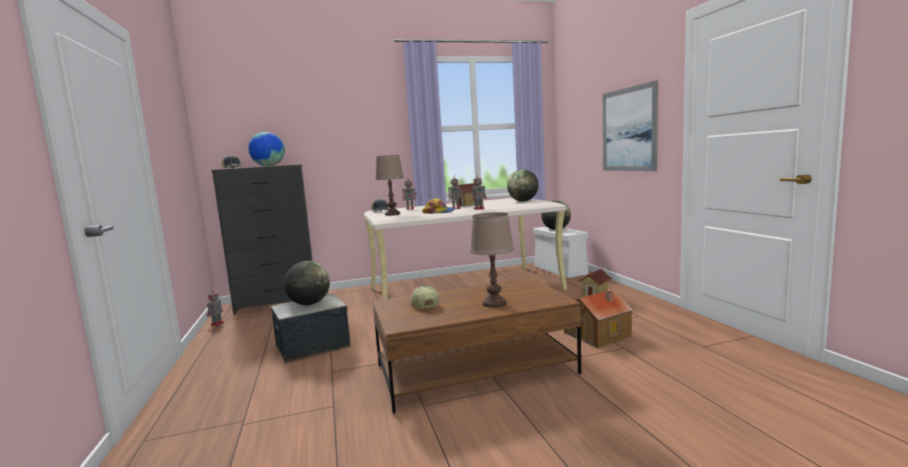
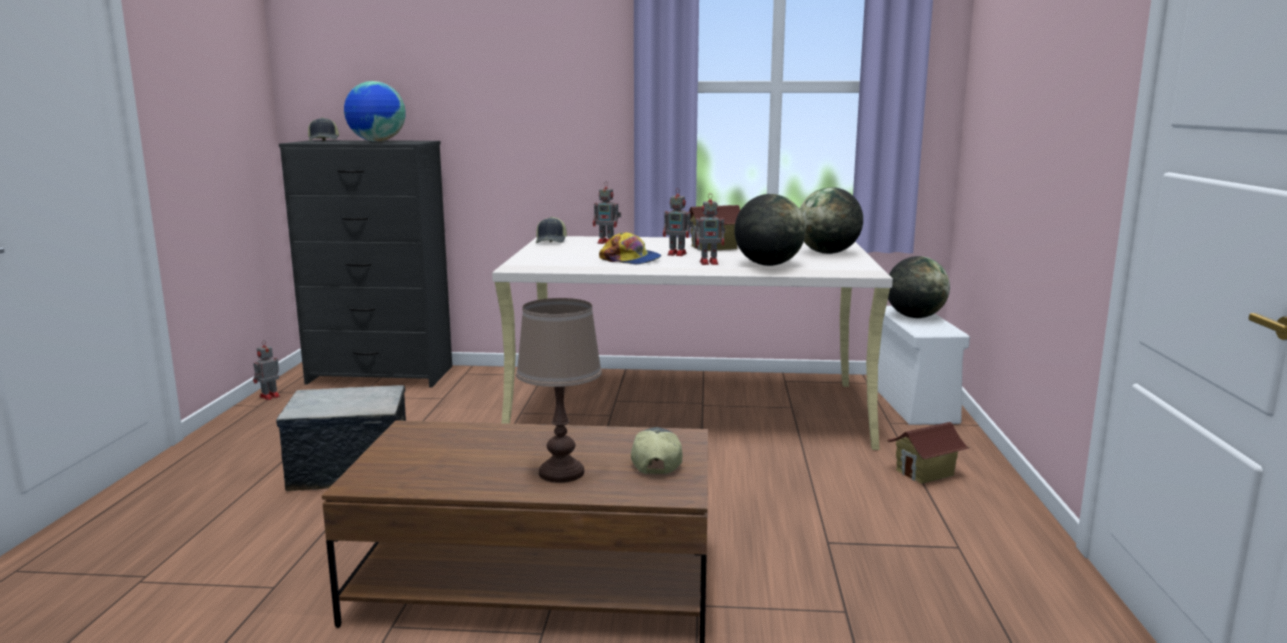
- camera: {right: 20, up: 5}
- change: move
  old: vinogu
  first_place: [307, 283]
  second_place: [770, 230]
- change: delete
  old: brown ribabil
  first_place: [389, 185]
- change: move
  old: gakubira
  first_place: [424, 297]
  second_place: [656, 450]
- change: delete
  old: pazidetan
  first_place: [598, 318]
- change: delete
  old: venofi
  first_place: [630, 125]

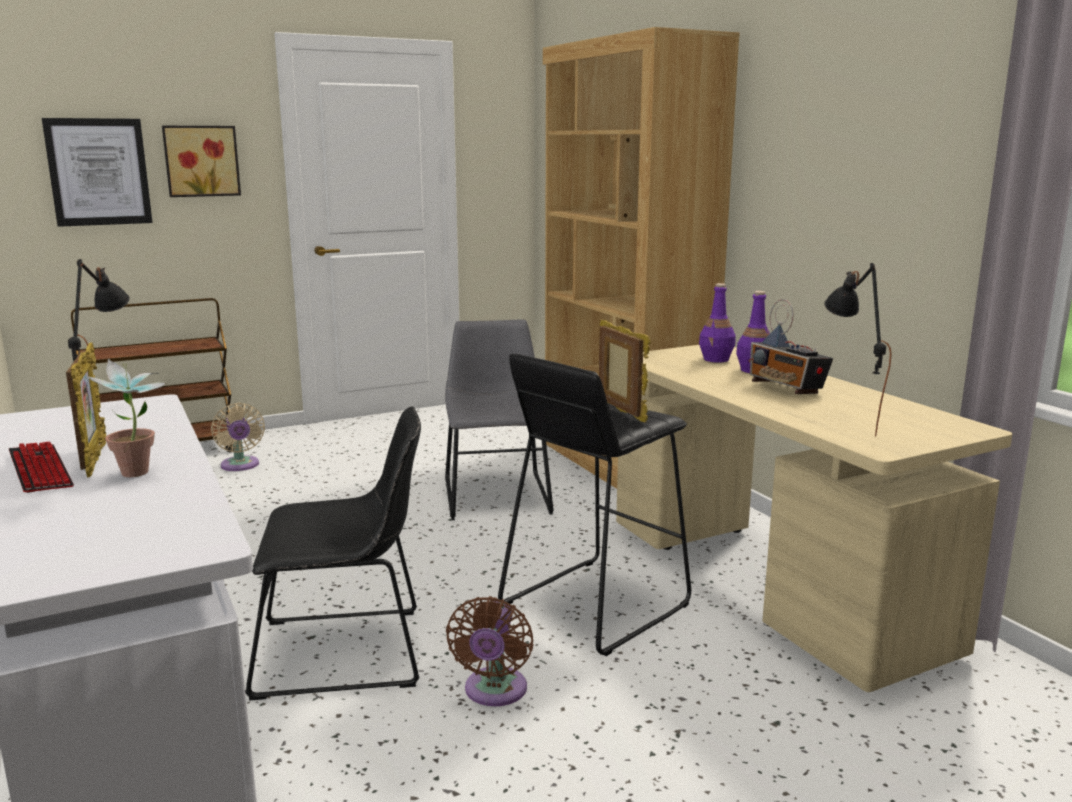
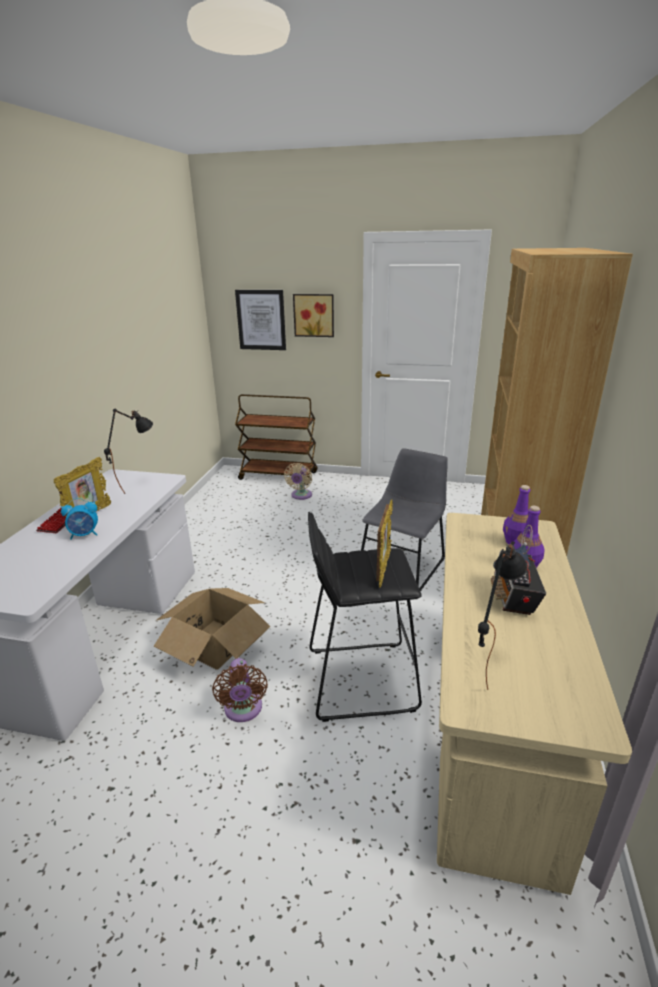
- camera: {right: 40, up: 10}
- change: replace
  old: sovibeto
  new: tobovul
  first_place: [126, 418]
  second_place: [79, 519]
- change: replace
  old: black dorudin
  new: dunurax
  first_place: [333, 553]
  second_place: [212, 629]
- change: rotate
  old: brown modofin
  first_place: [490, 651]
  second_place: [240, 690]
  degrees: -60

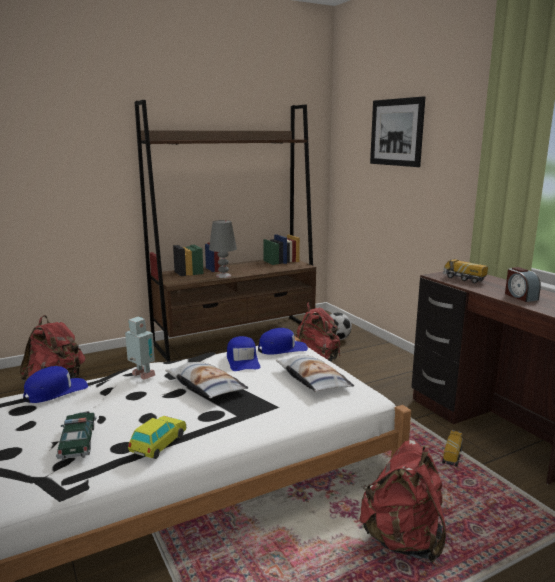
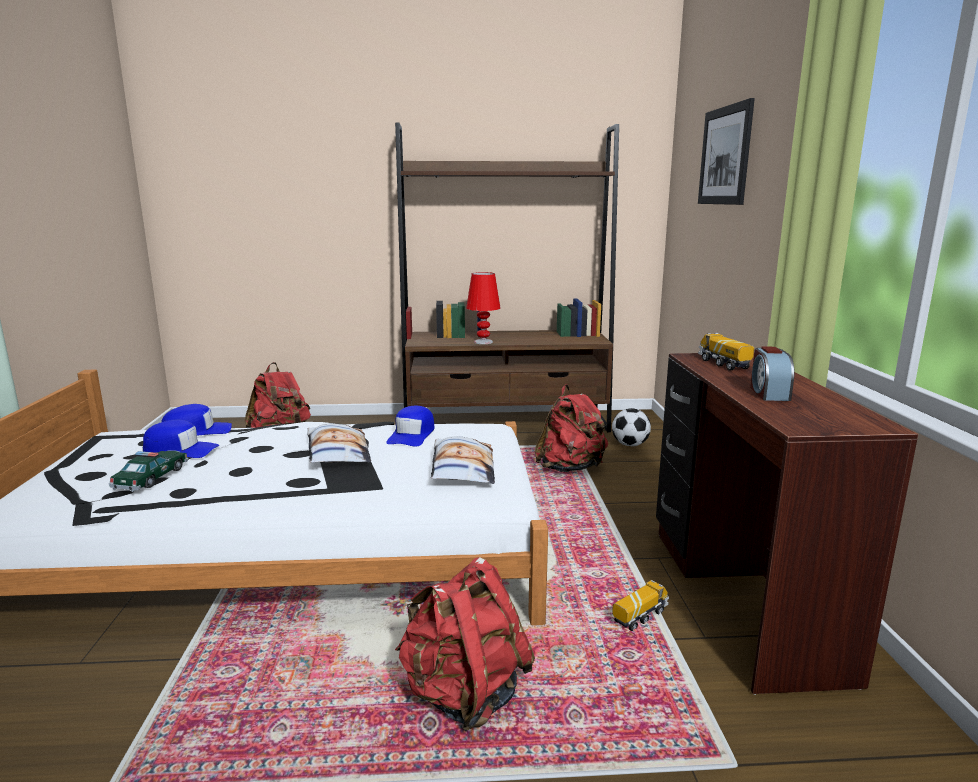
- camera: {right: 25, up: 0}
- change: delete
  old: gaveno
  first_place: [140, 348]
- change: delete
  old: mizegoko
  first_place: [157, 437]
- change: recolor
  old: grey ribabil
  new: red ribabil
  first_place: [223, 249]
  second_place: [483, 308]
- change: move
  old: blue gakubira
  first_place: [283, 341]
  second_place: [181, 439]

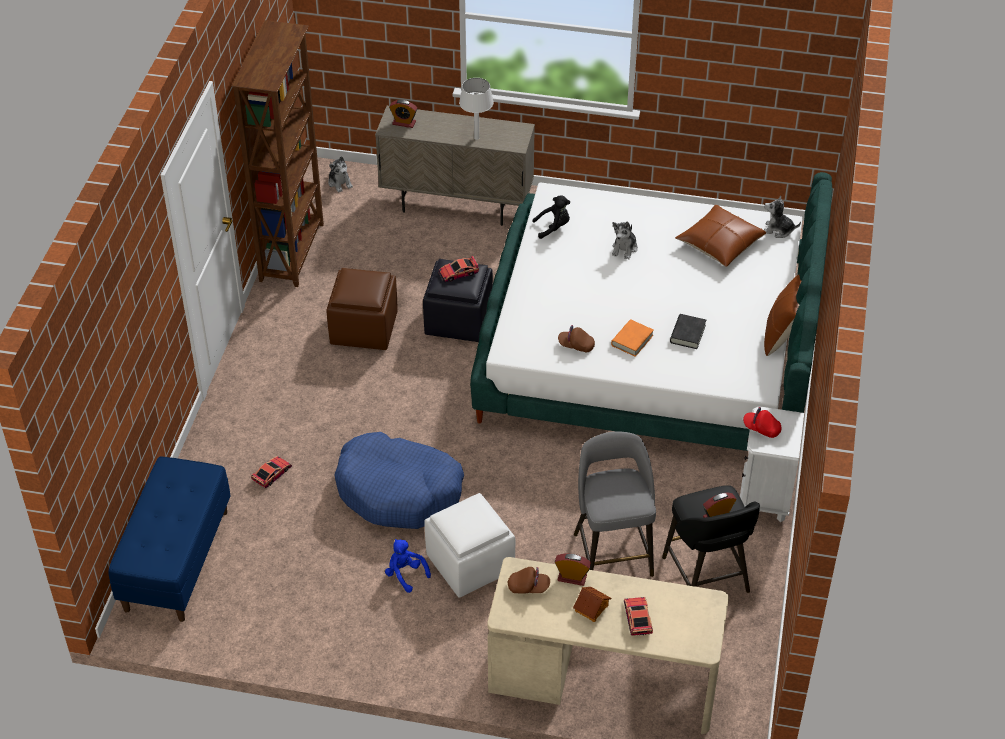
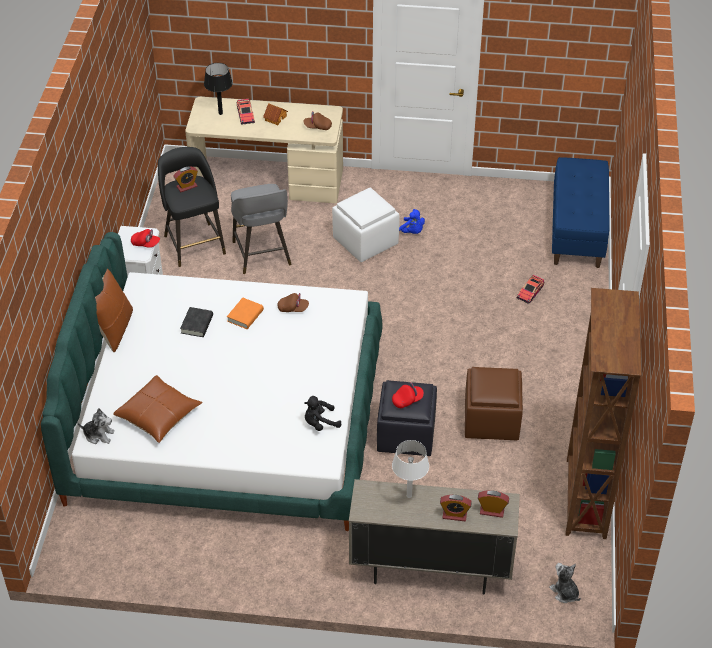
- camera: {right: 175, up: 0}
- change: delete
  old: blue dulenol
  first_place: [399, 480]
- change: replace
  old: mizegoko
  new: red gakubira
  first_place: [458, 269]
  second_place: [408, 395]
- change: move
  old: tobovul
  first_place: [573, 569]
  second_place: [456, 508]
- change: delete
  old: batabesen
  first_place: [625, 240]
- change: insert
  new: black ribabil
  second_place: [218, 89]

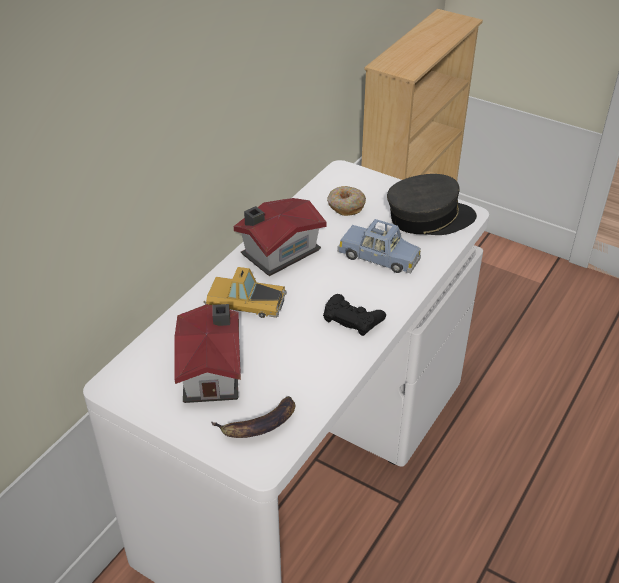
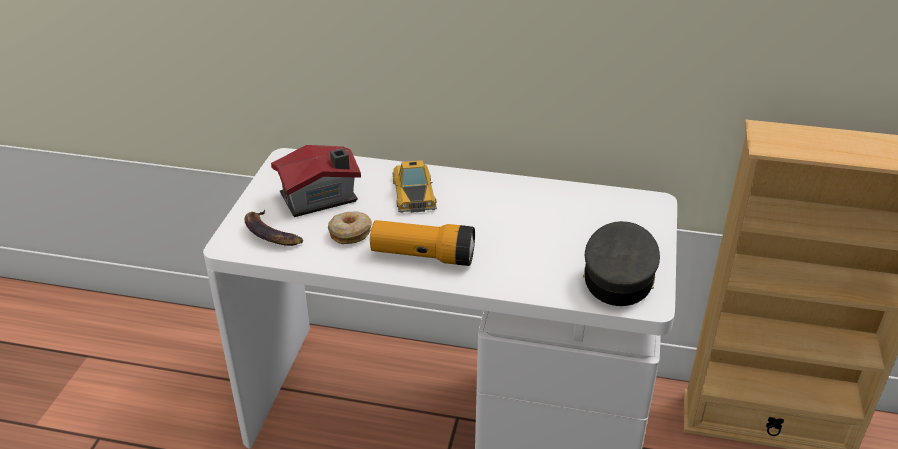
- camera: {right: 70, up: -5}
- change: delete
  old: pazidetan
  first_place: [280, 237]
- change: replace
  old: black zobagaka
  new: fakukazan
  first_place: [354, 315]
  second_place: [422, 243]
- change: move
  old: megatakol
  first_place: [346, 201]
  second_place: [350, 227]
- change: delete
  old: blue mizegoko
  first_place: [379, 246]
- change: rotate
  old: grey gakubira
  first_place: [432, 204]
  second_place: [621, 263]
  degrees: -135

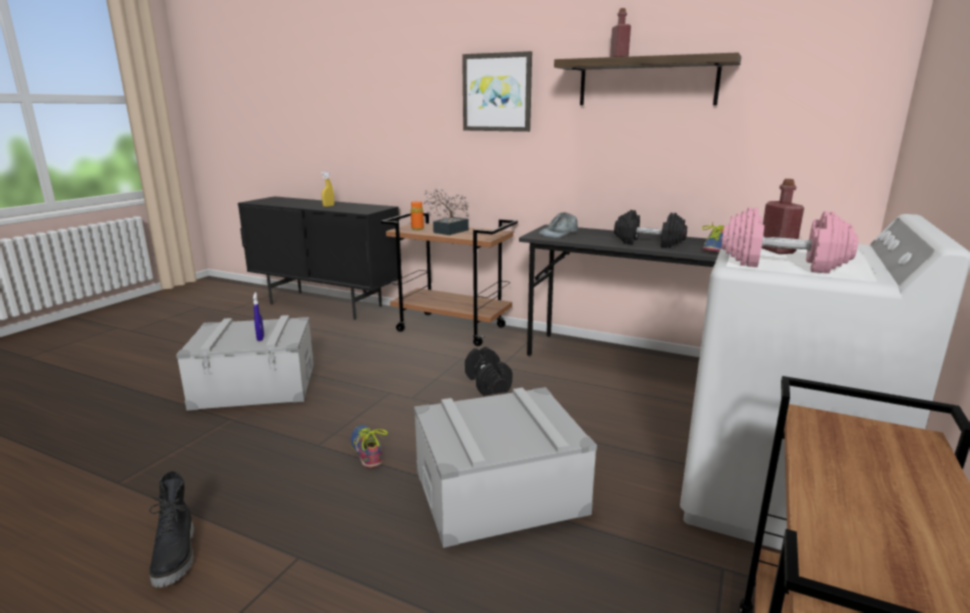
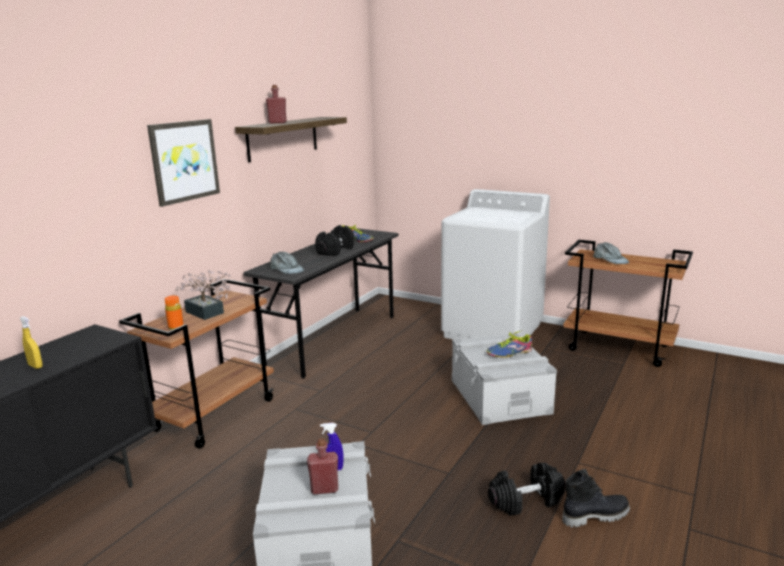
- camera: {right: -85, up: 0}
- change: move
  old: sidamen
  first_place: [369, 446]
  second_place: [509, 343]
- change: move
  old: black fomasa
  first_place: [488, 371]
  second_place: [526, 489]
- change: delete
  old: pink fomasa
  first_place: [789, 240]
- change: move
  old: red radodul
  first_place: [782, 216]
  second_place: [322, 466]
- change: insert
  new: grey gakubira
  second_place: [611, 253]

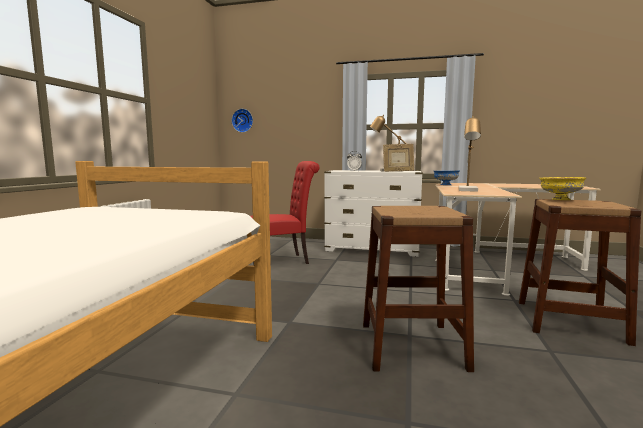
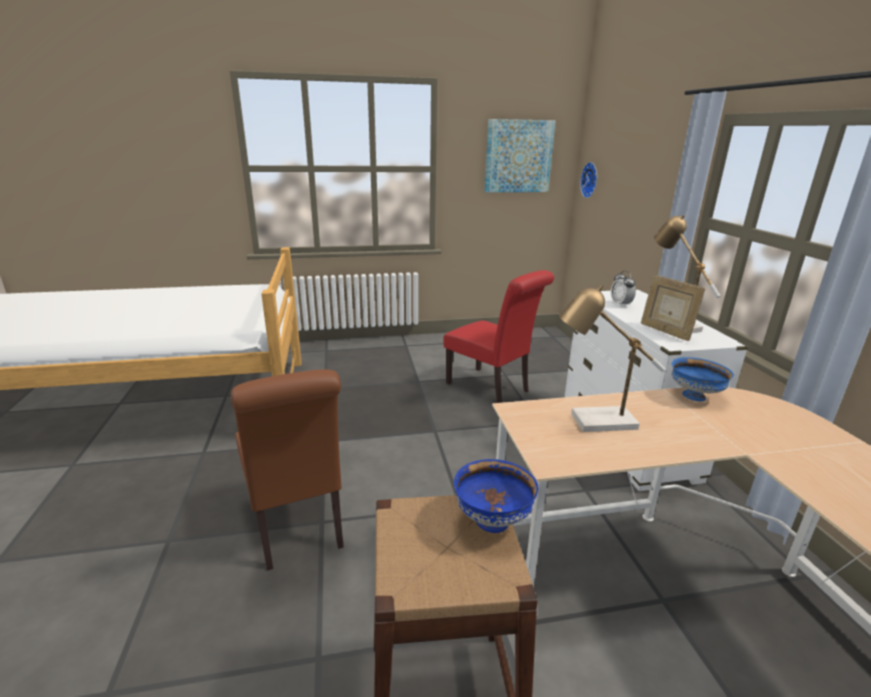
- camera: {right: 65, up: 15}
- change: replace
  old: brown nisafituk
  new: brown dorudin
  first_place: [418, 289]
  second_place: [287, 470]
- change: recolor
  old: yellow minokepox
  new: blue minokepox
  first_place: [563, 188]
  second_place: [496, 496]
- change: insert
  new: venofi
  second_place: [519, 155]

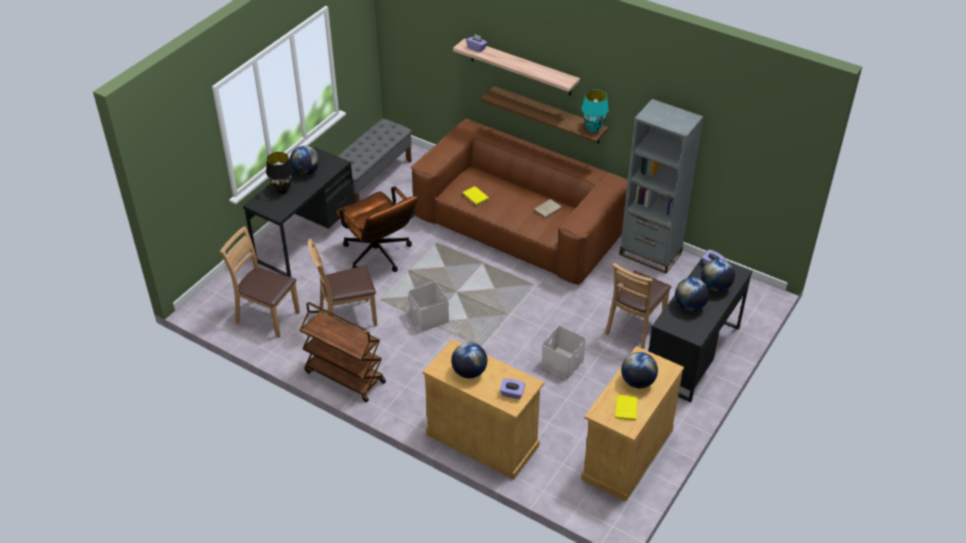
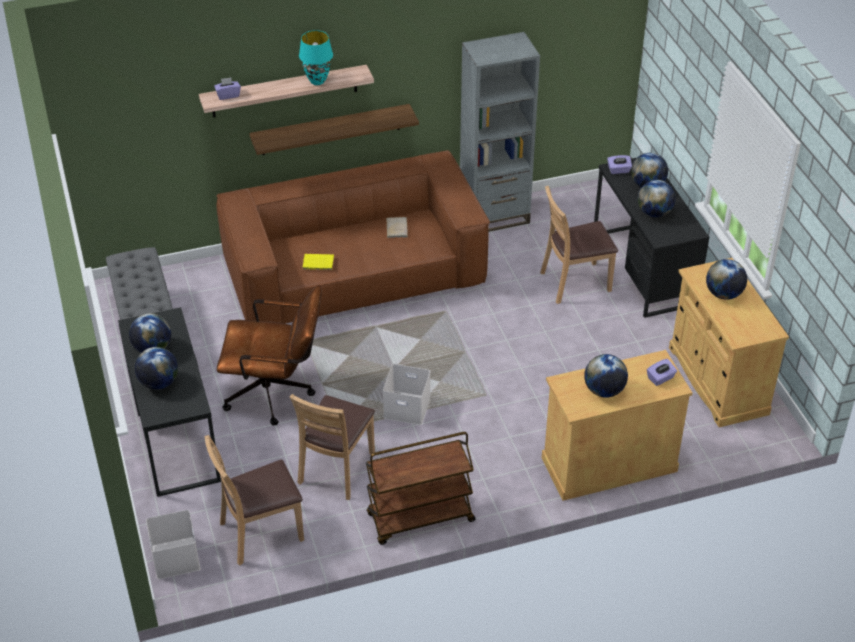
- camera: {right: -50, up: 0}
- change: replace
  old: black ribabil
  new: vinogu
  first_place: [279, 173]
  second_place: [156, 368]
- change: move
  old: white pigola
  first_place: [563, 353]
  second_place: [173, 544]
- change: move
  old: turquoise ribabil
  first_place: [595, 111]
  second_place: [316, 57]
- change: rotate
  old: brown dorudin
  first_place: [638, 306]
  second_place: [579, 245]
  degrees: 90
- change: delete
  old: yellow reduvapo
  first_place: [626, 407]

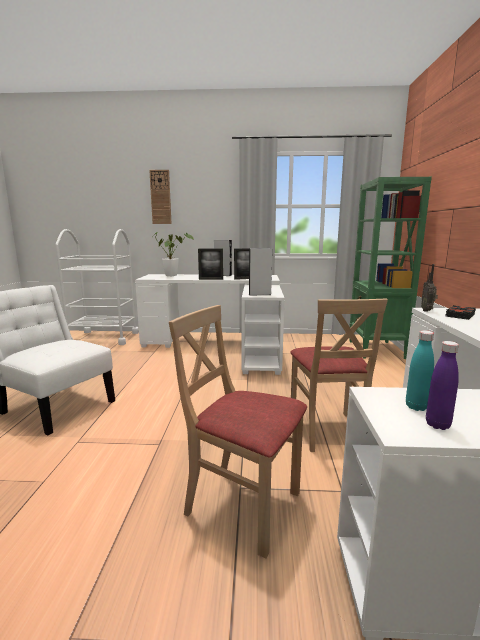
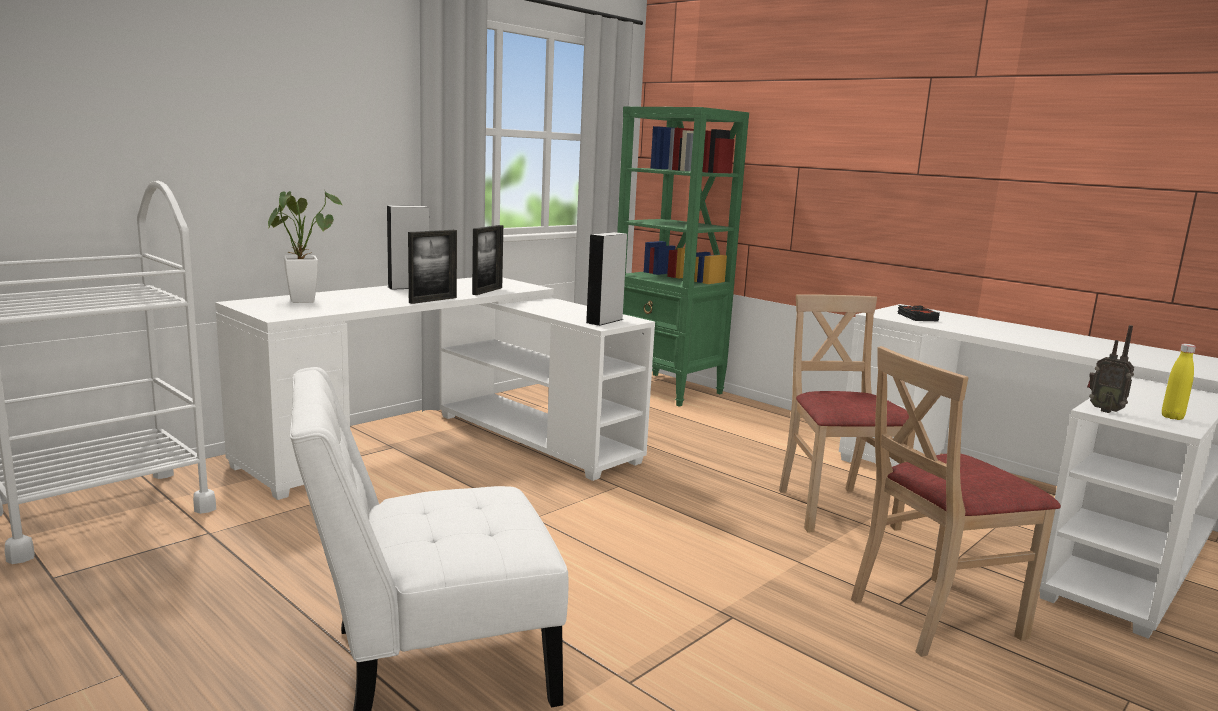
- camera: {right: -50, up: 0}
- change: delete
  old: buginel
  first_place: [160, 197]
- change: rotate
  old: beige dorudin
  first_place: [339, 375]
  second_place: [847, 413]
  degrees: -135
- change: delete
  old: turquoise radodul
  first_place: [420, 370]
- change: move
  old: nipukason
  first_place: [429, 288]
  second_place: [1110, 369]
- change: recolor
  old: purple radodul
  new: yellow radodul
  first_place: [442, 385]
  second_place: [1179, 382]

